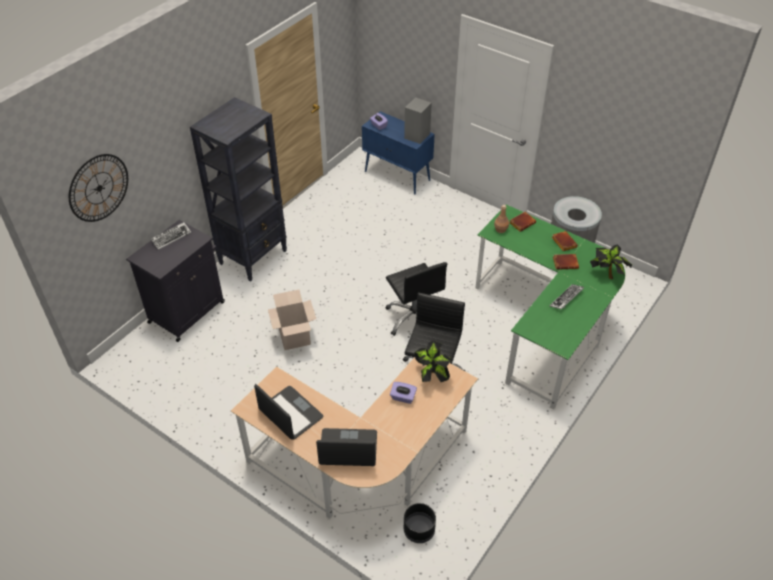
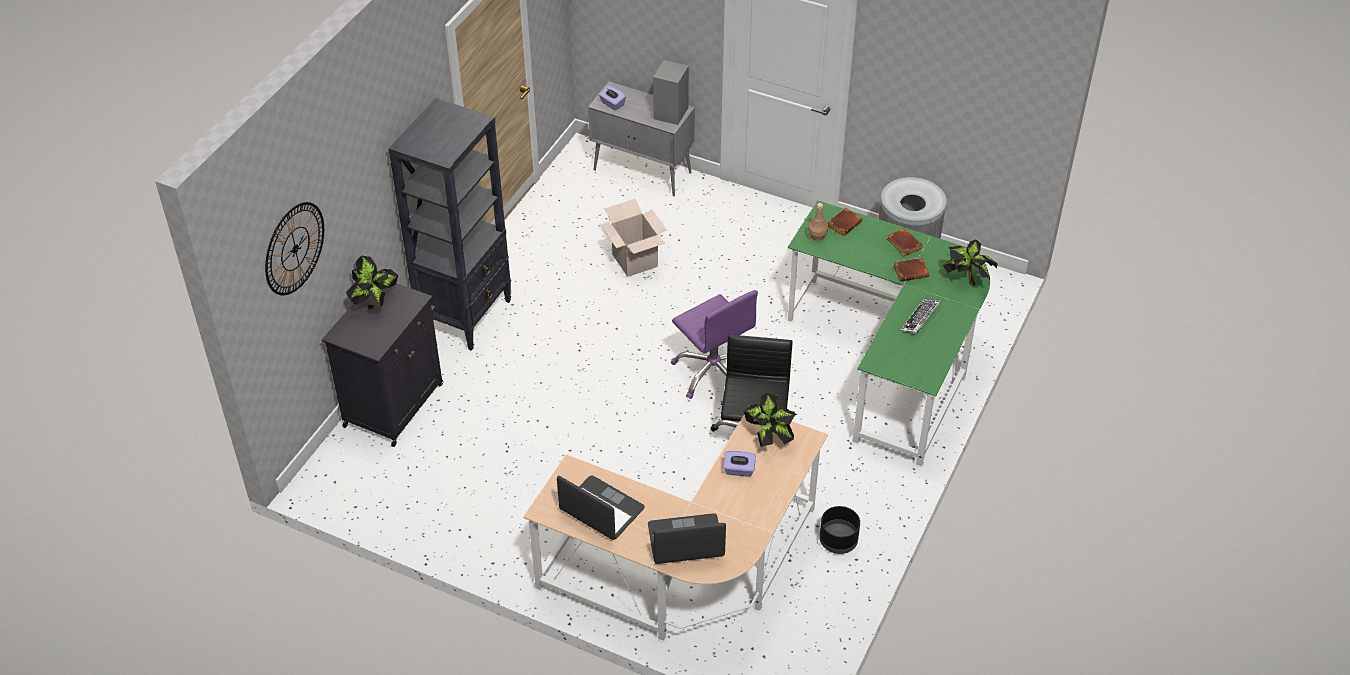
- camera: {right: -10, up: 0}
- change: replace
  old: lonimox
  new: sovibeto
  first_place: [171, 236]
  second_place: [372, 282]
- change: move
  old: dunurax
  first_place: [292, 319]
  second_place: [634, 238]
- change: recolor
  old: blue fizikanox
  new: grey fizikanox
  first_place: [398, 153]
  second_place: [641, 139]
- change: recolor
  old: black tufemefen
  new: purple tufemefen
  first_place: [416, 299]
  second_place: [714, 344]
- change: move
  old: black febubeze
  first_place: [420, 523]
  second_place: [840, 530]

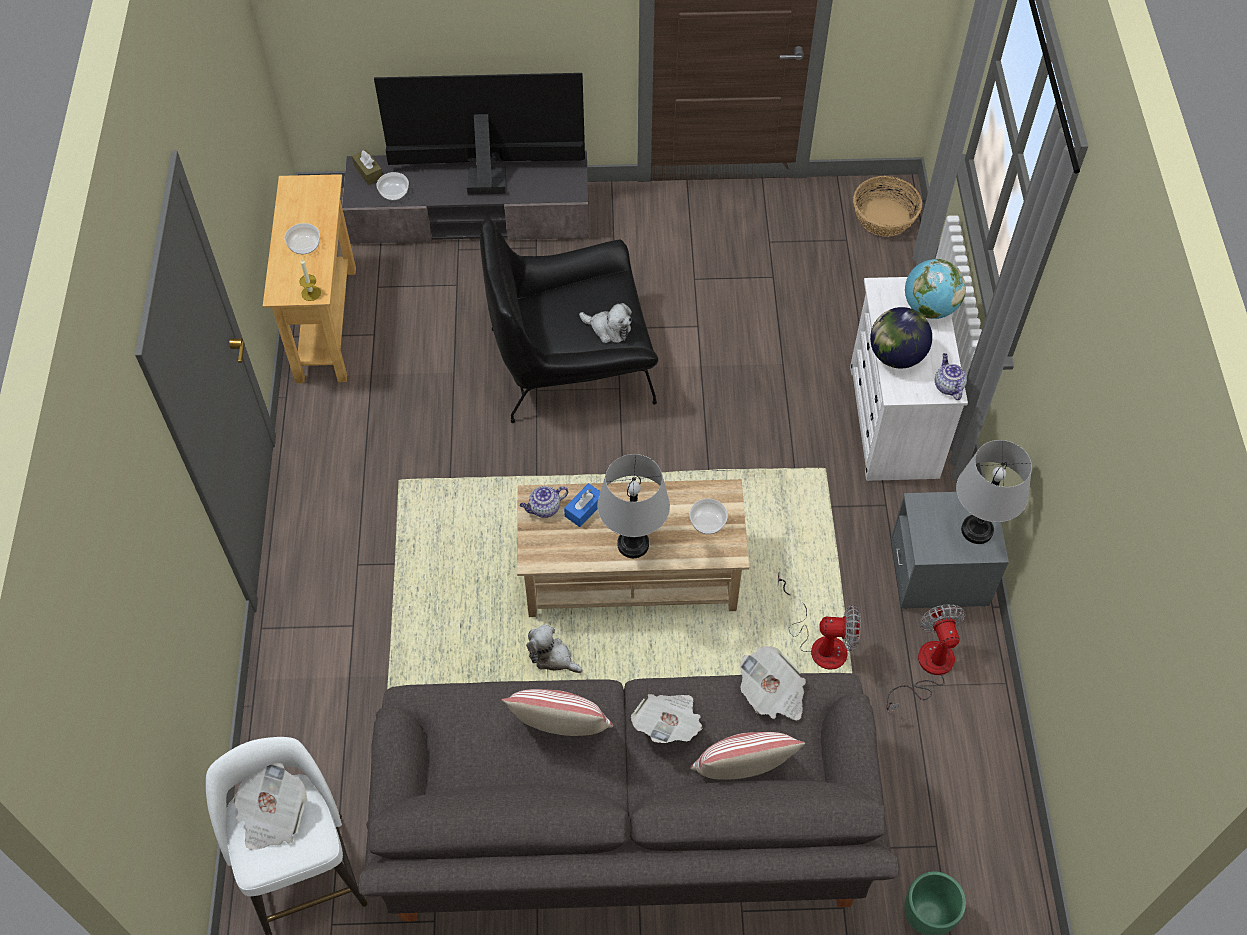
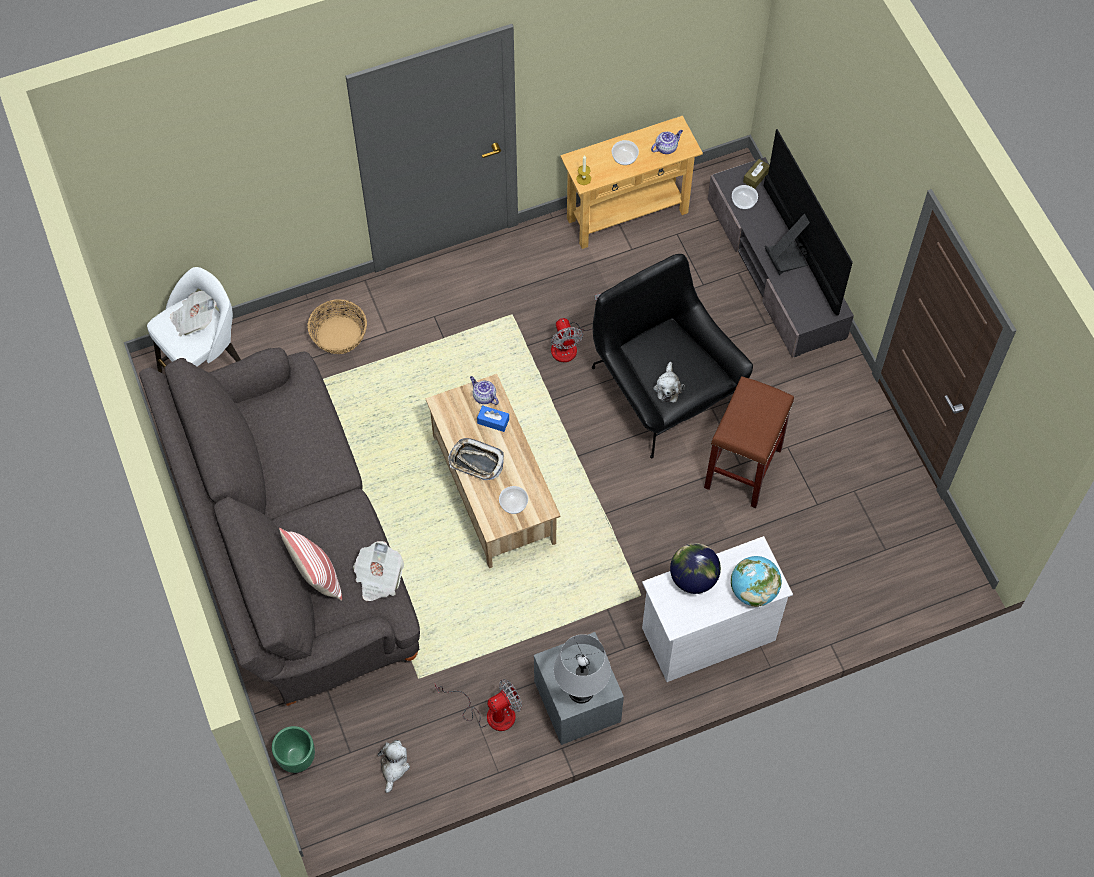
- camera: {right: 70, up: 5}
- change: delete
  old: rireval
  first_place: [557, 712]
- change: move
  old: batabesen
  first_place: [554, 648]
  second_place: [394, 766]
- change: replace
  old: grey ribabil
  new: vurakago
  first_place: [633, 506]
  second_place: [476, 459]
- change: delete
  old: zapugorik
  first_place: [667, 718]
- change: move
  old: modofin
  first_place: [819, 622]
  second_place: [576, 327]
- change: move
  old: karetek
  first_place: [887, 206]
  second_place: [337, 326]
- change: move
  old: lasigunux
  first_place: [951, 376]
  second_place: [667, 142]
- change: insert
  new: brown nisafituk
  second_place: [749, 442]

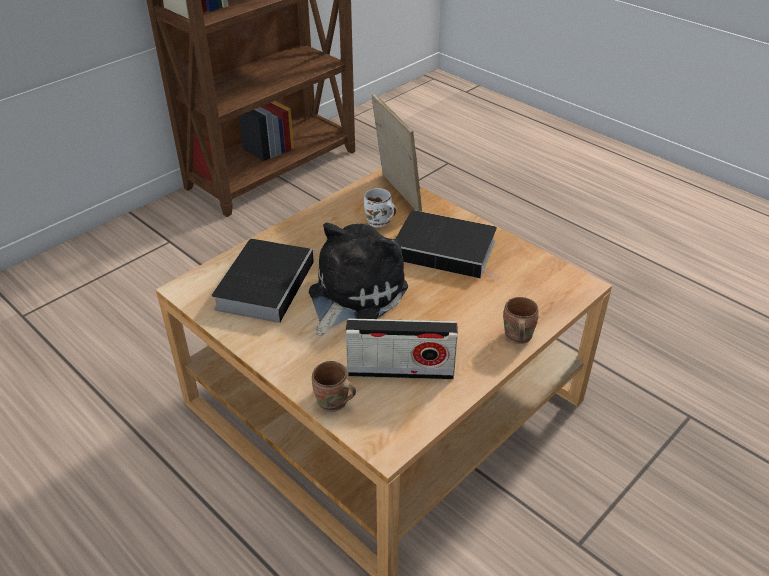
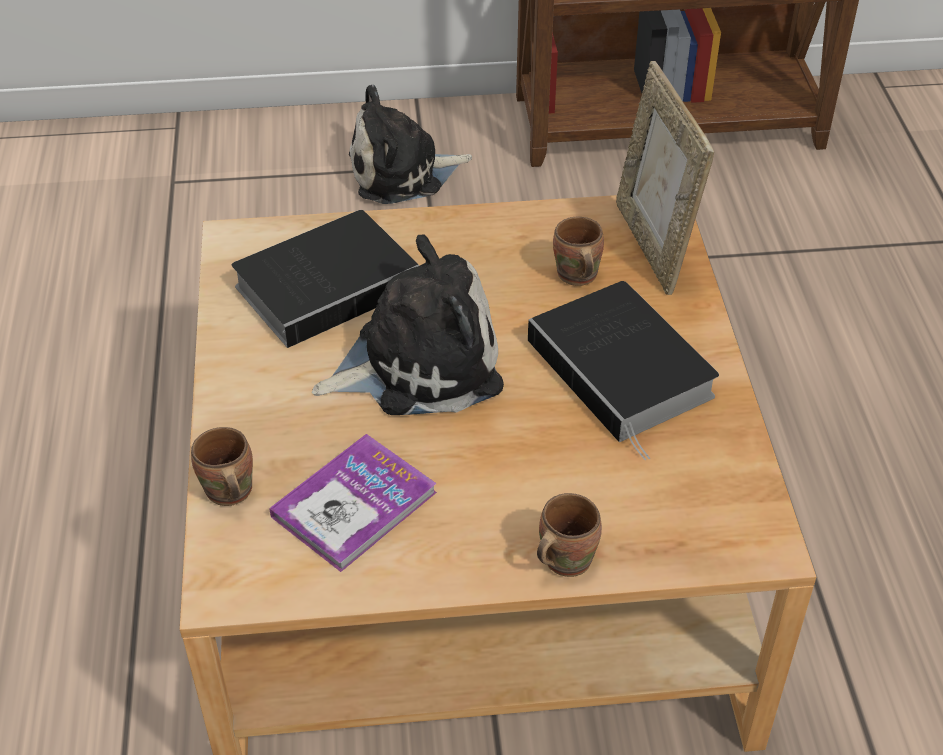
- camera: {right: 40, up: 5}
- change: replace
  old: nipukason
  new: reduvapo
  first_place: [402, 349]
  second_place: [353, 503]
- change: recolor
  old: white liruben
  new: brown liruben
  first_place: [380, 207]
  second_place: [578, 251]
- change: rotate
  old: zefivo
  first_place: [397, 153]
  second_place: [665, 178]
  degrees: 150
- change: insert
  new: batabesen
  second_place: [410, 144]

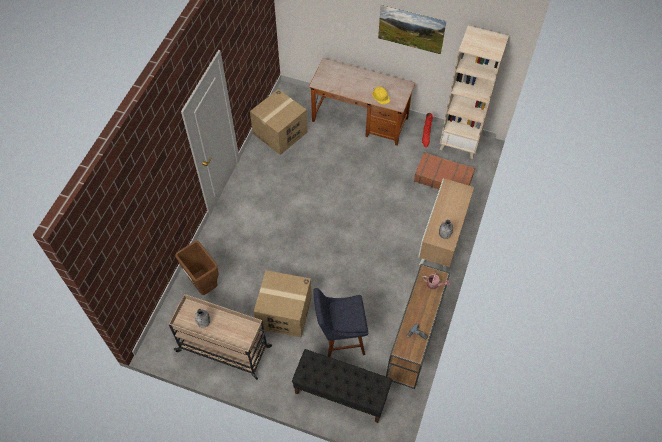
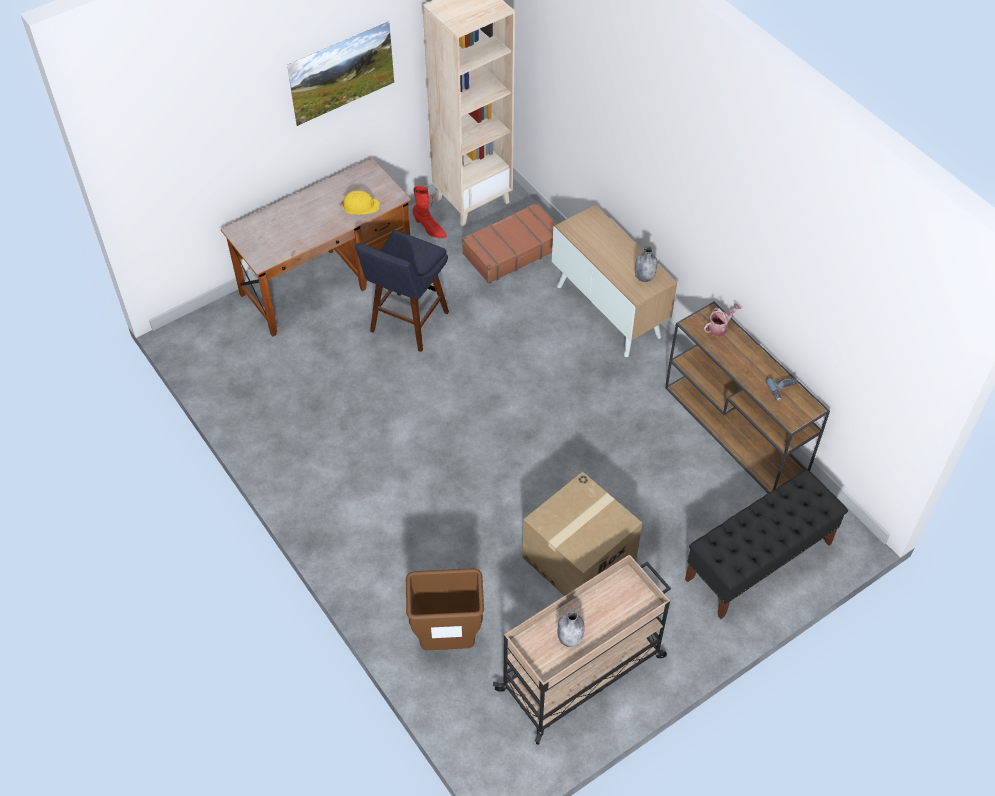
- camera: {right: -55, up: -5}
- change: delete
  old: dunurax
  first_place: [279, 122]
- change: move
  old: blue nisafituk
  first_place: [341, 322]
  second_place: [402, 291]

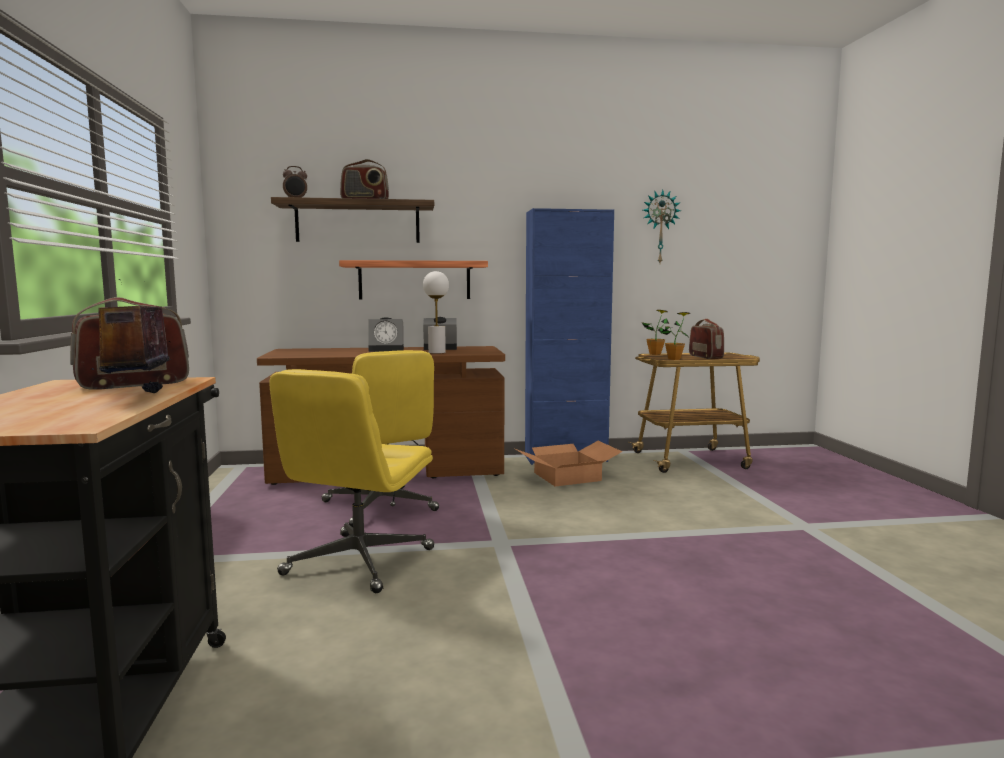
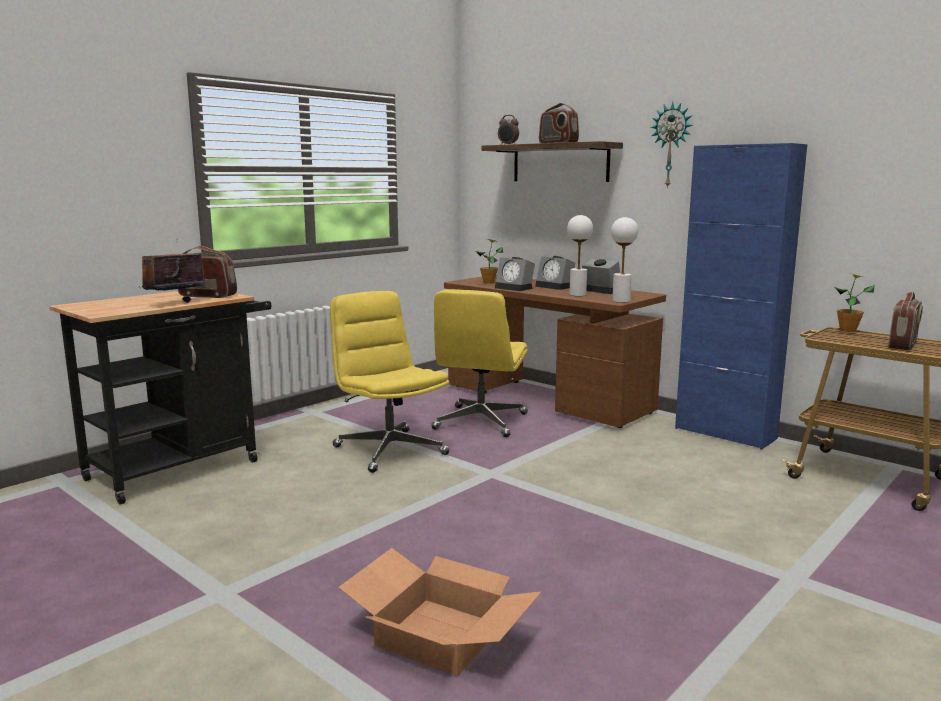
- camera: {right: 50, up: 5}
- change: rotate
  old: yellow tufemefen
  first_place: [351, 481]
  second_place: [389, 382]
  degrees: 75
- change: delete
  old: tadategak
  first_place: [413, 279]
- change: move
  old: dunurax
  first_place: [569, 464]
  second_place: [440, 612]
- change: move
  old: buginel
  first_place: [662, 226]
  second_place: [672, 145]
- change: move
  old: sovibeto
  first_place: [675, 336]
  second_place: [489, 261]
- change: insert
  new: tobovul
  second_place: [515, 274]
- change: insert
  new: white ribabil
  second_place: [624, 260]

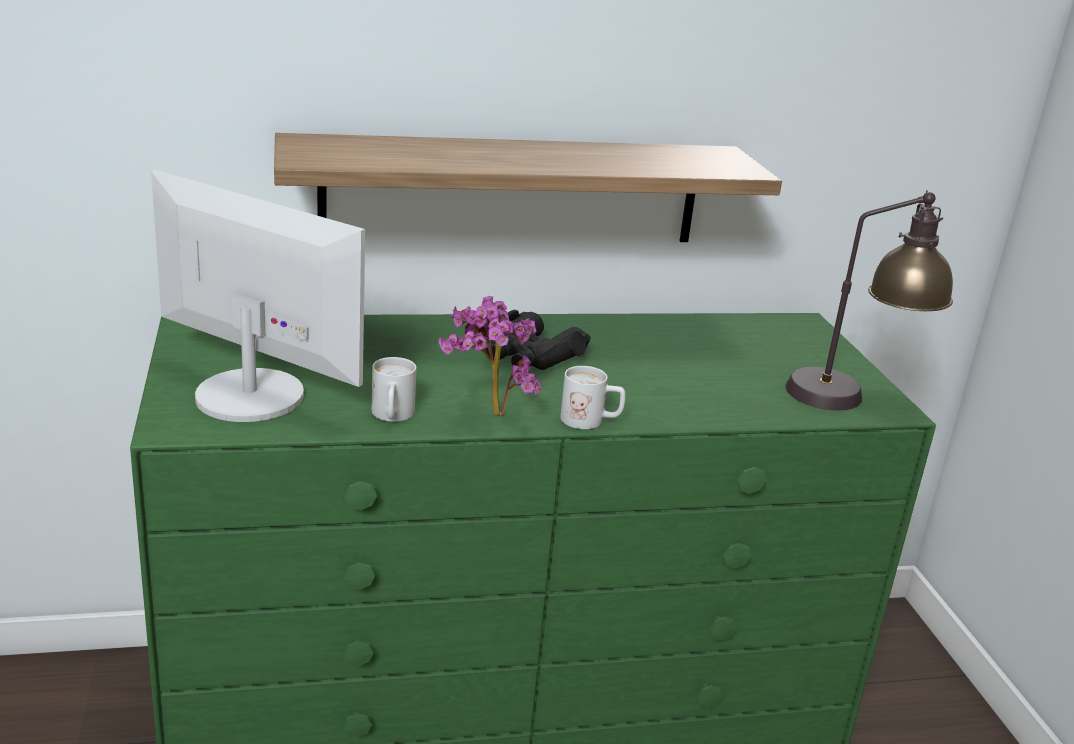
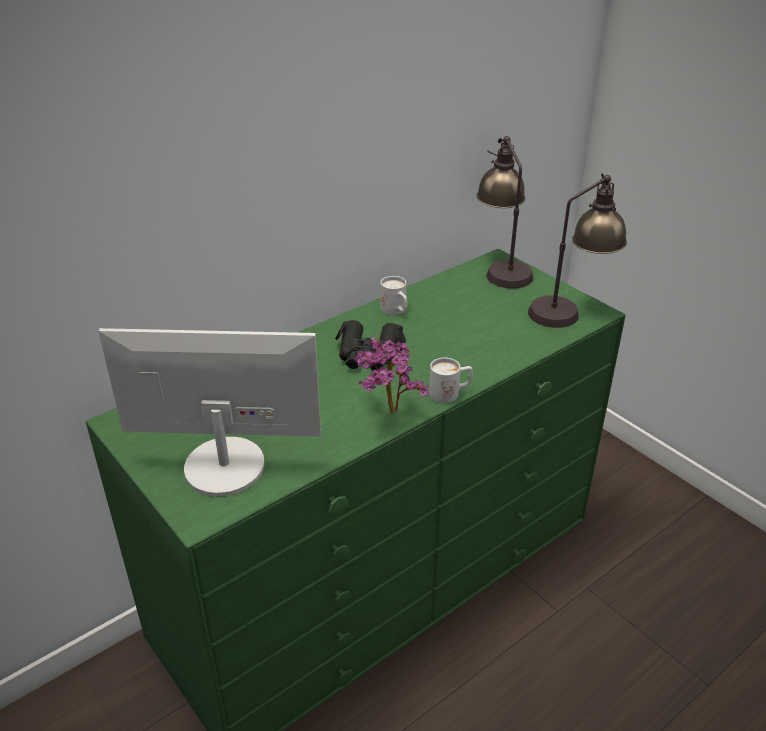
- camera: {right: -25, up: 10}
- change: delete
  old: tadategak
  first_place: [528, 187]
- change: move
  old: white liruben
  first_place: [394, 389]
  second_place: [394, 295]
- change: insert
  new: ribabil
  second_place: [505, 212]

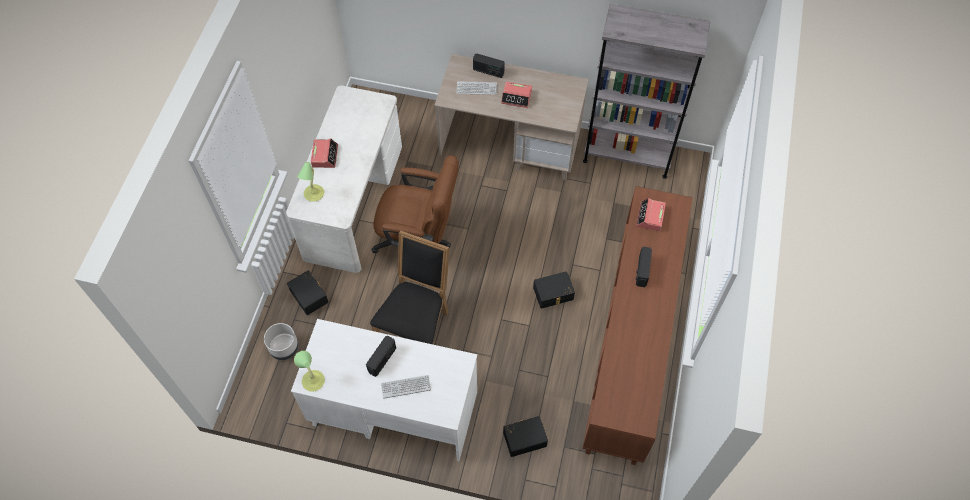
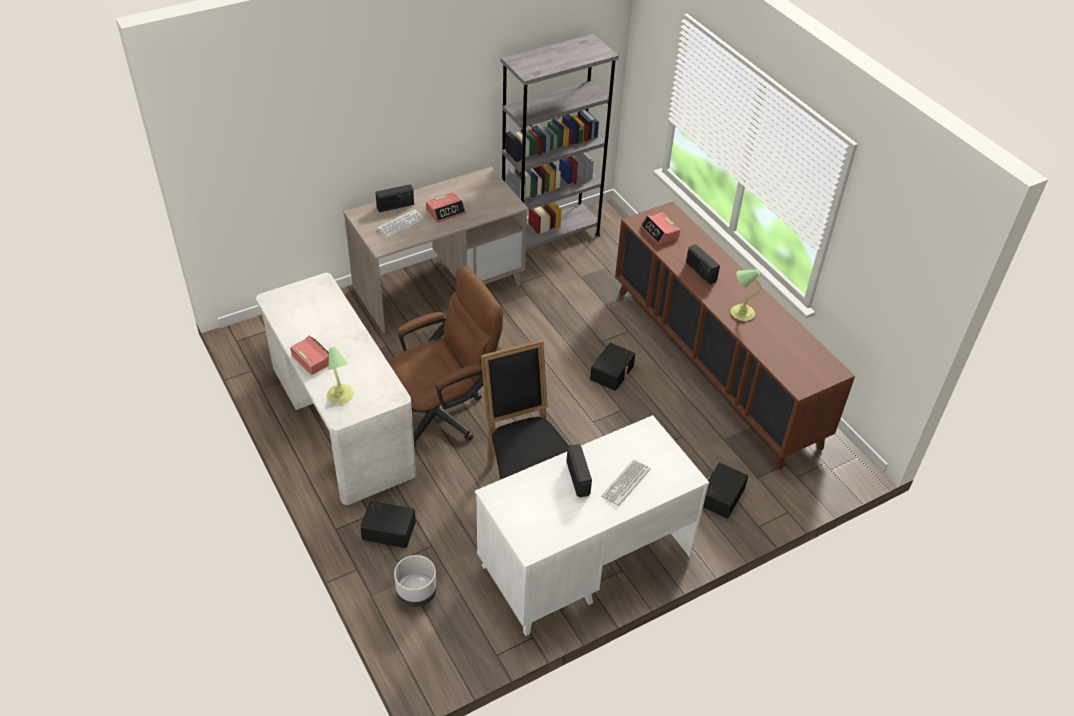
- camera: {right: -45, up: -15}
- change: move
  old: ribabil
  first_place: [309, 371]
  second_place: [746, 295]

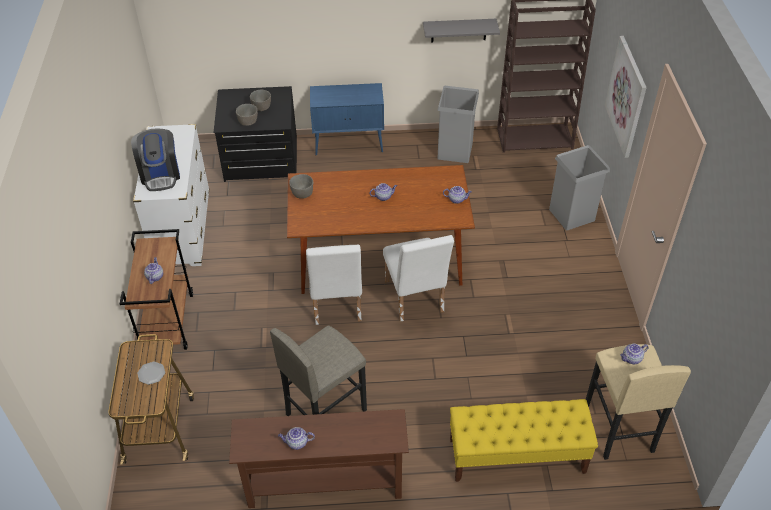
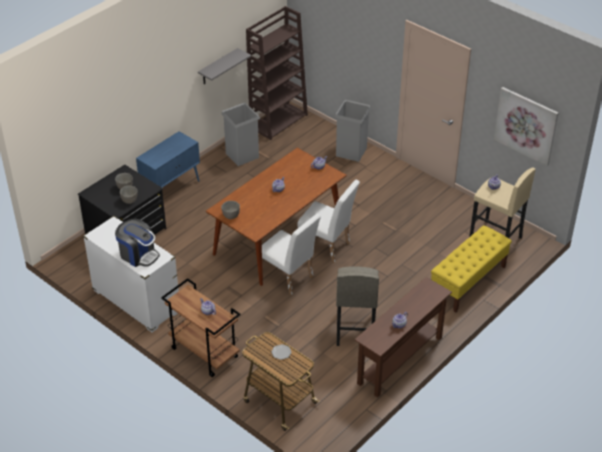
- camera: {right: -45, up: -5}
- change: move
  old: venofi
  first_place: [625, 97]
  second_place: [526, 126]

